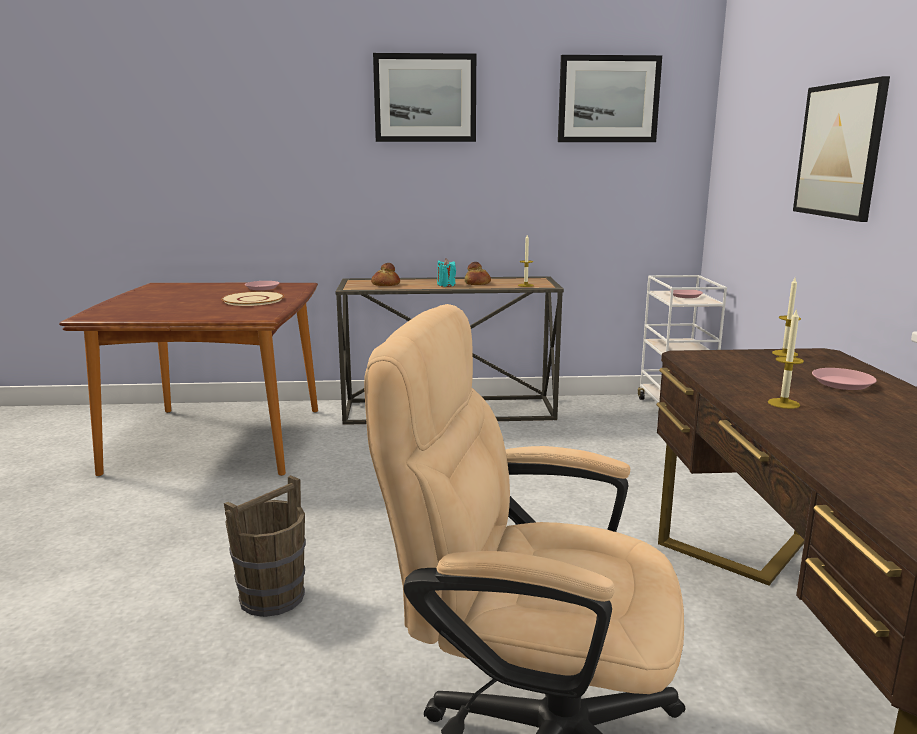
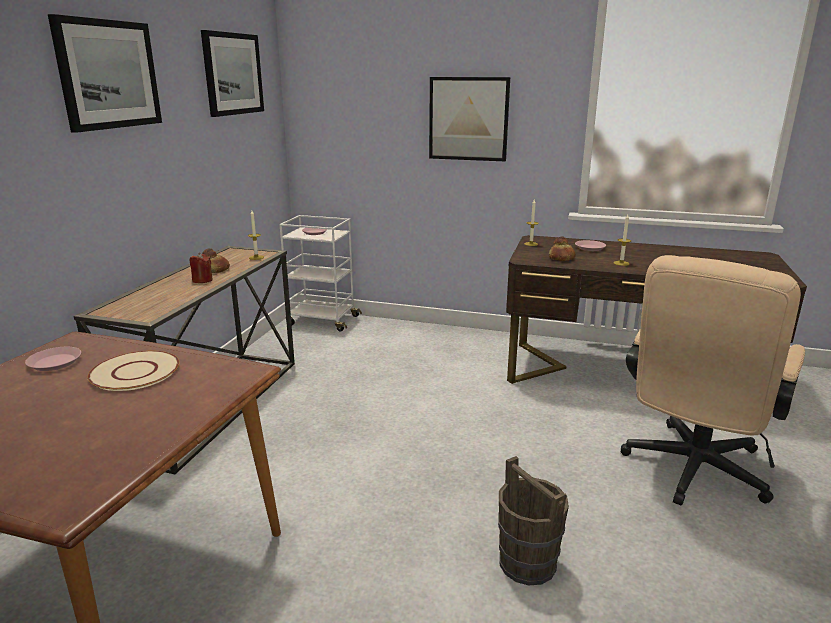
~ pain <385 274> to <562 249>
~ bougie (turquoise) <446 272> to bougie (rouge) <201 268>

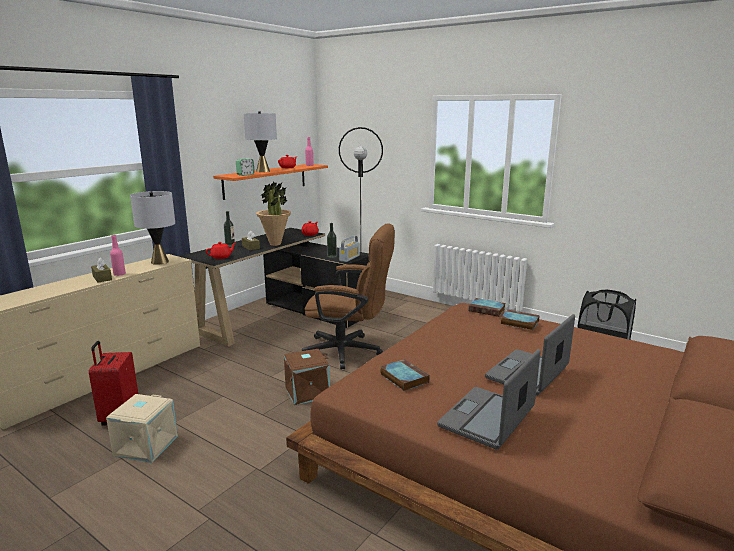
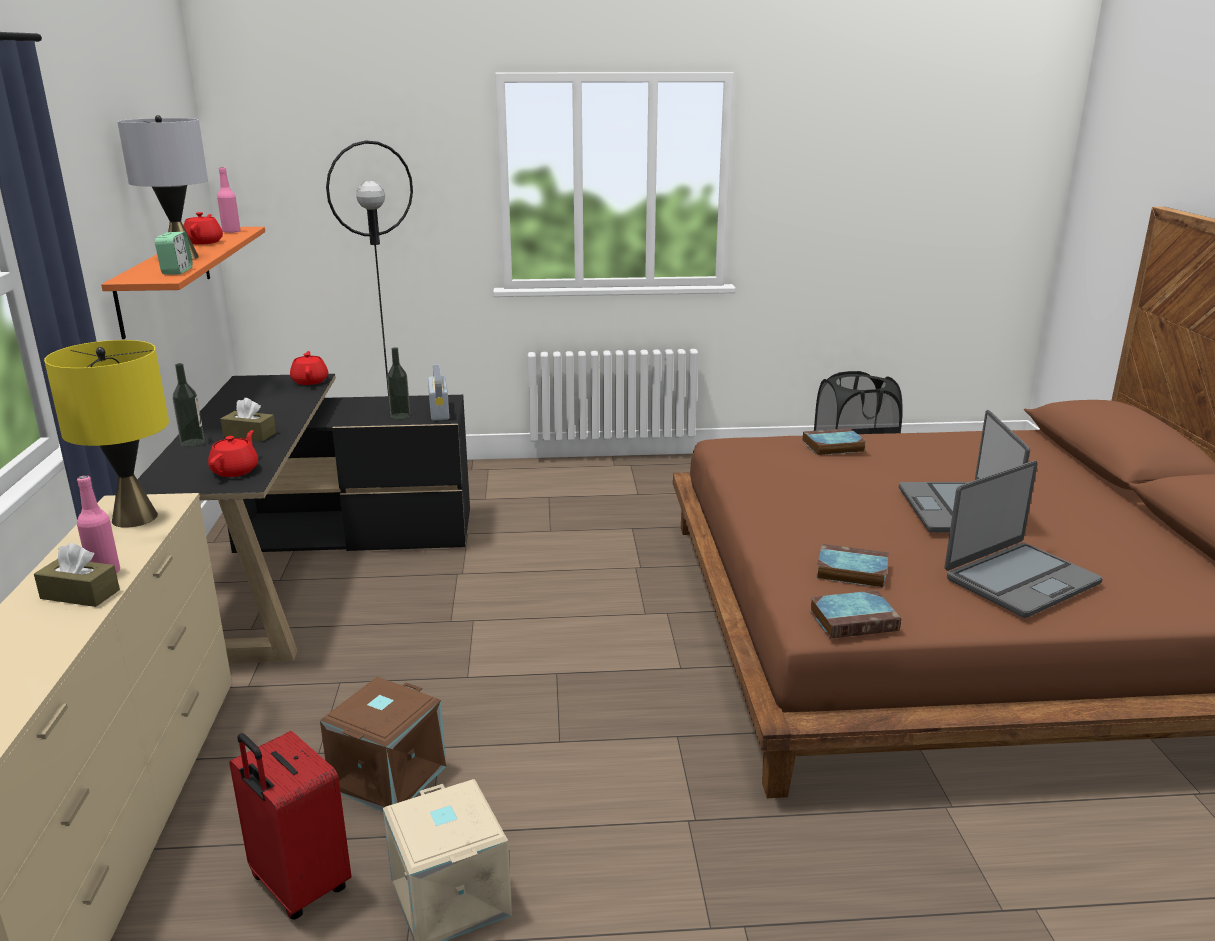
~ lampe de table (gris) <152 228> to lampe de table (jaune) <106 434>
- plante en pot <273 213>
~ boîte de rangement (marron) <307 377> to <383 744>
- chaise de bureau (marron) <348 296>
~ ordinateur portable <489 399> = <1024 539> 120 degrees counterclockwise
~ livre <487 307> to <855 614>

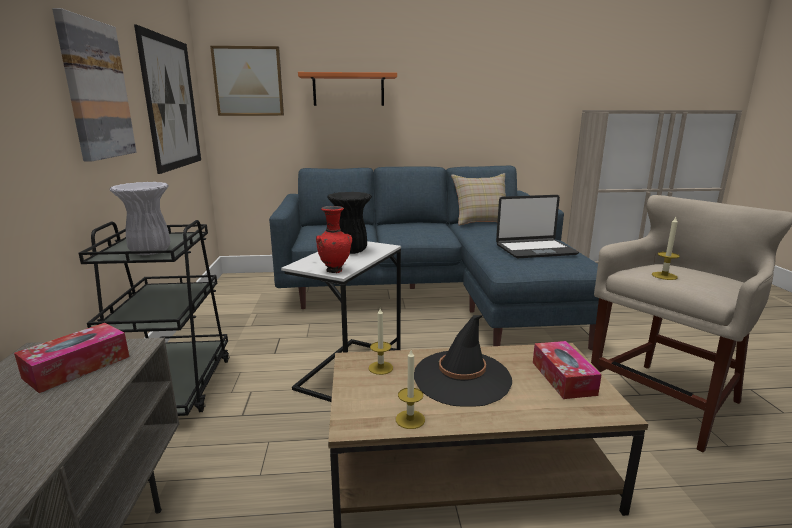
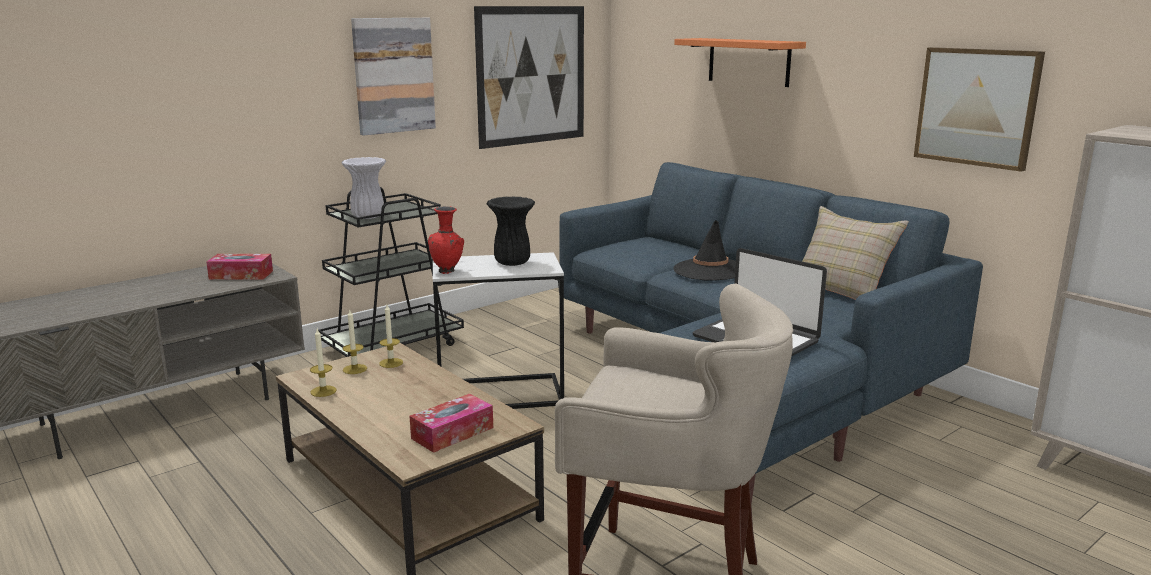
~ tableau <247 81> to <979 109>
~ chapeau (noir) <463 361> to <704 250>
~ bougie <666 248> to <355 342>

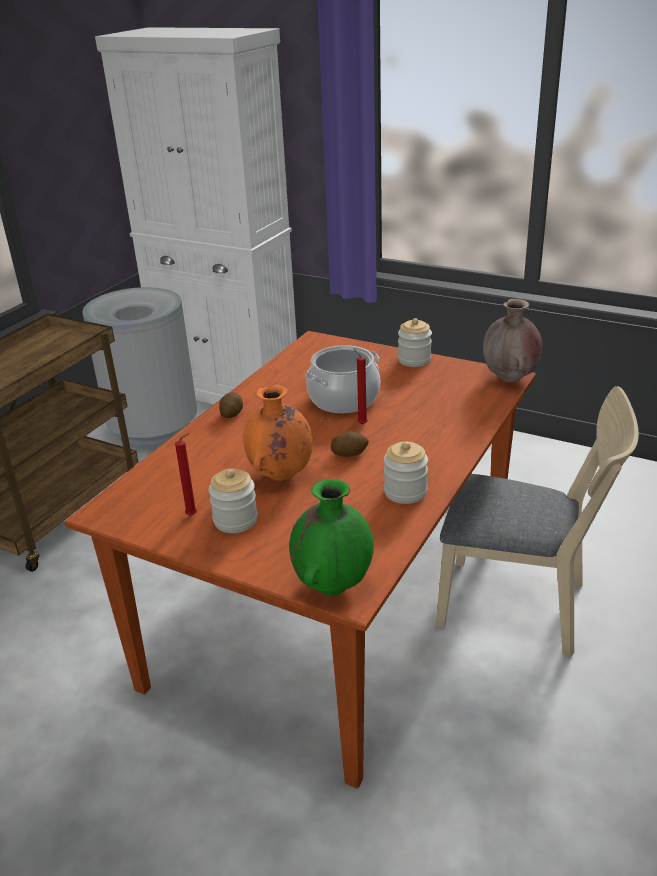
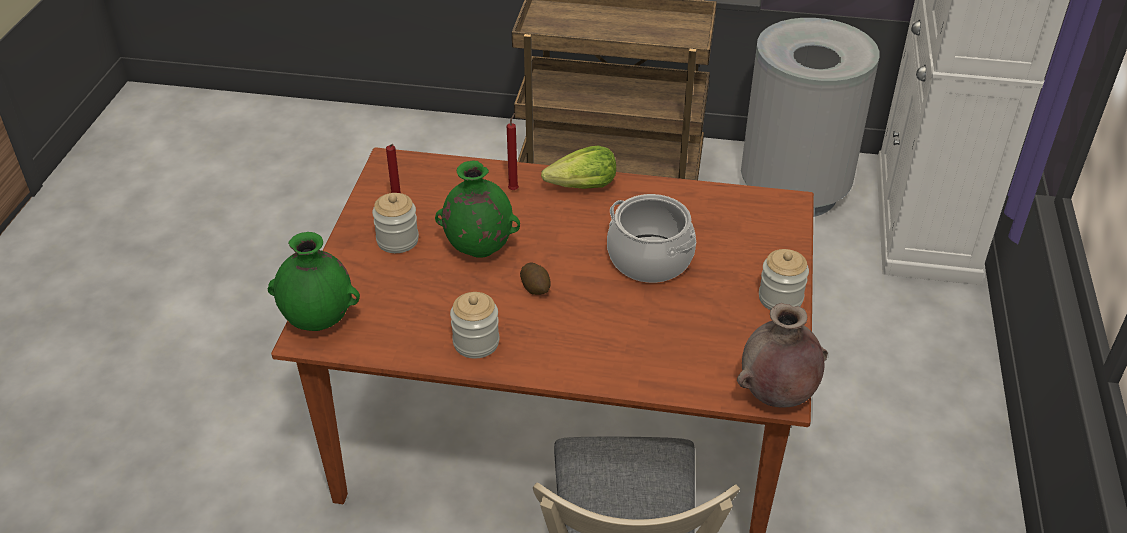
~ pomme de terre <231 405> to laitue <578 167>
~ vase (orange) <278 433> to vase (vert) <477 209>
~ bougie (rouge) <360 387> to <513 151>

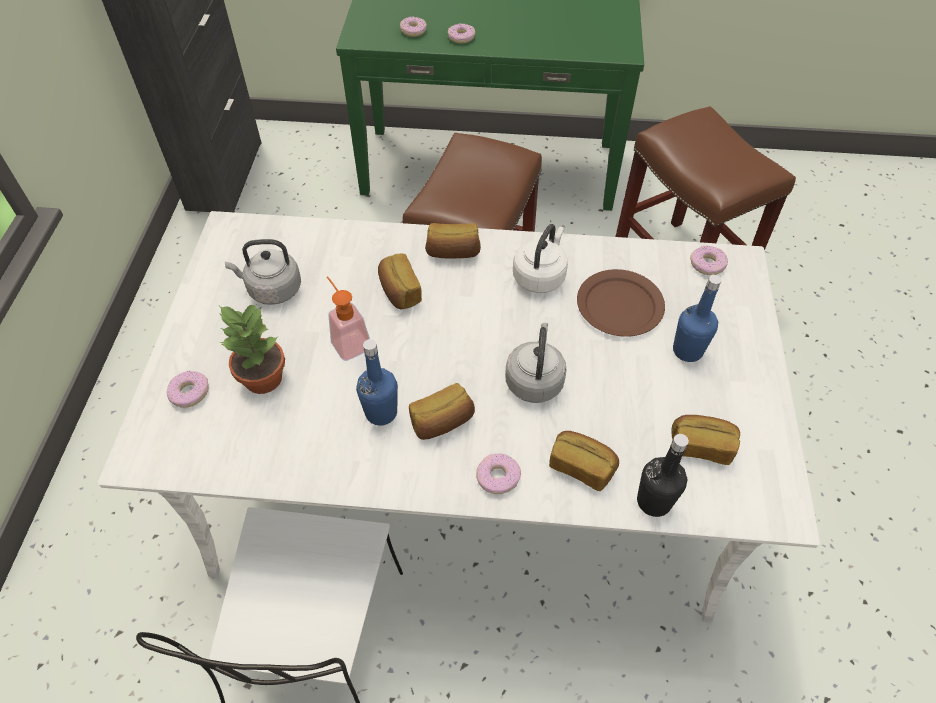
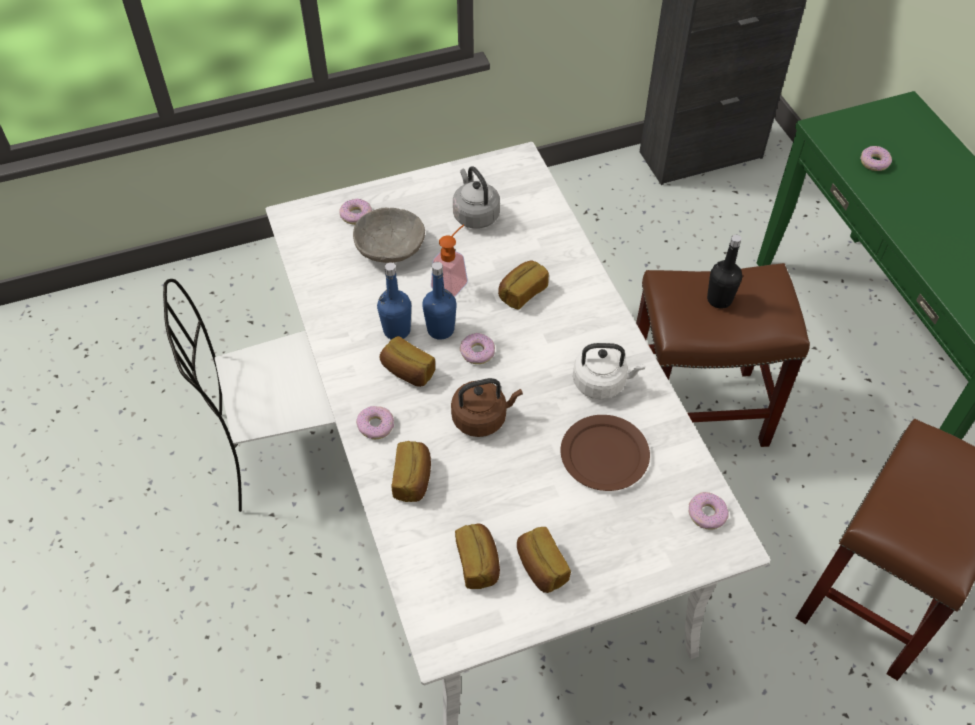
~ plante en pot <252 349> to bol (gris) <389 235>
~ pain <453 241> to <544 560>
~ beignet <461 33> to <477 348>
~ bouilloire (gris) <536 363> to bouilloire (marron) <487 407>
~ bouteille (noir) <663 475> to <724 272>
~ bouteille (bleu) <697 318> to <439 301>

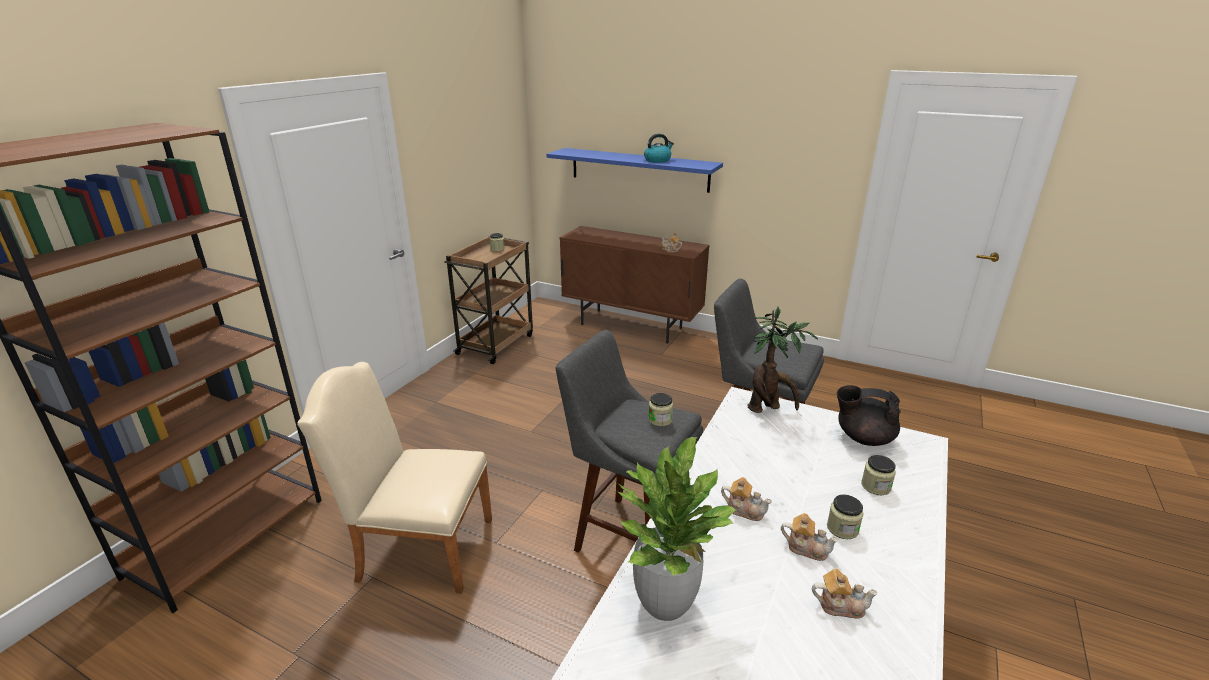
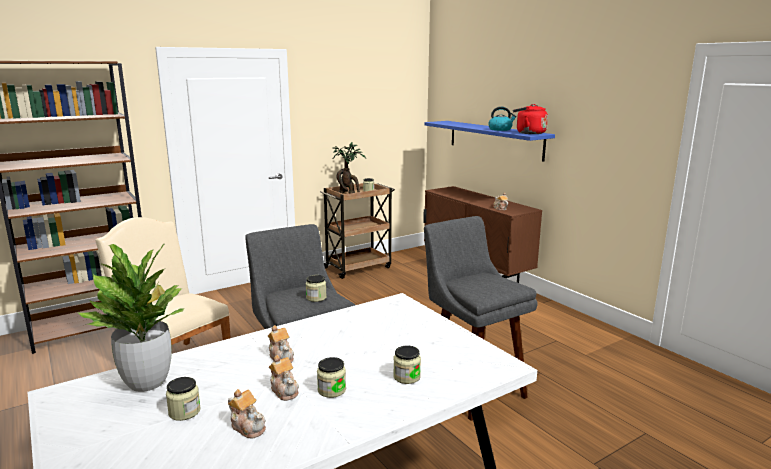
~ plante en pot <783 360> to <349 167>
- théière (noir) <869 415>
+ bocal <183 399>
+ bouilloire (rouge) <530 119>

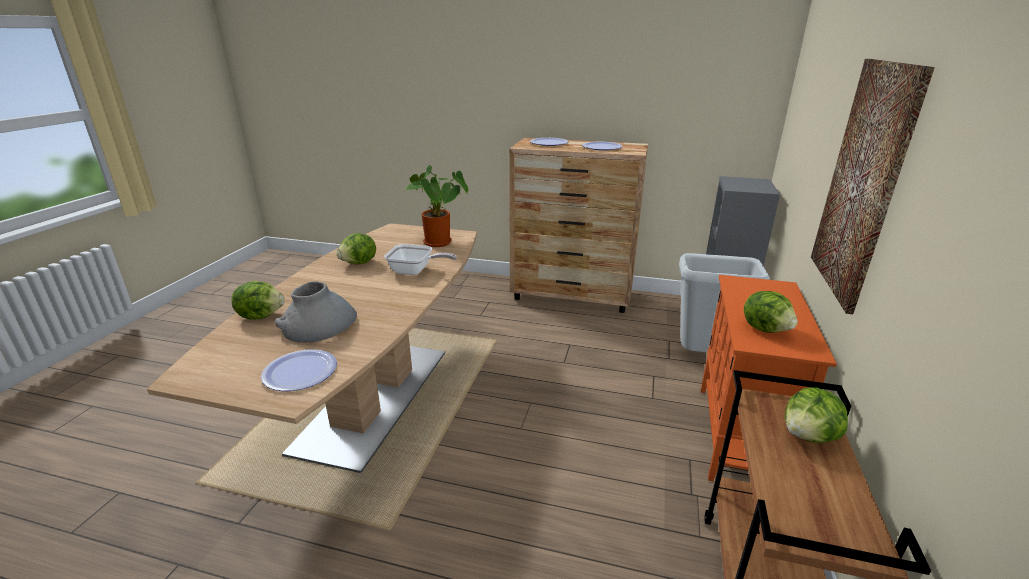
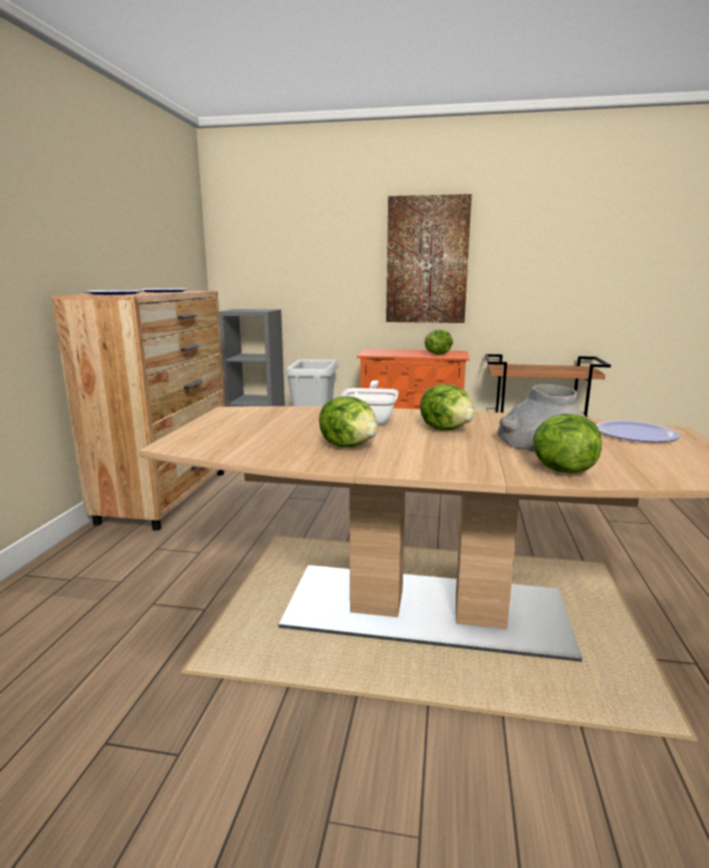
- plante en pot <437 206>
~ laitue <816 415> to <447 407>

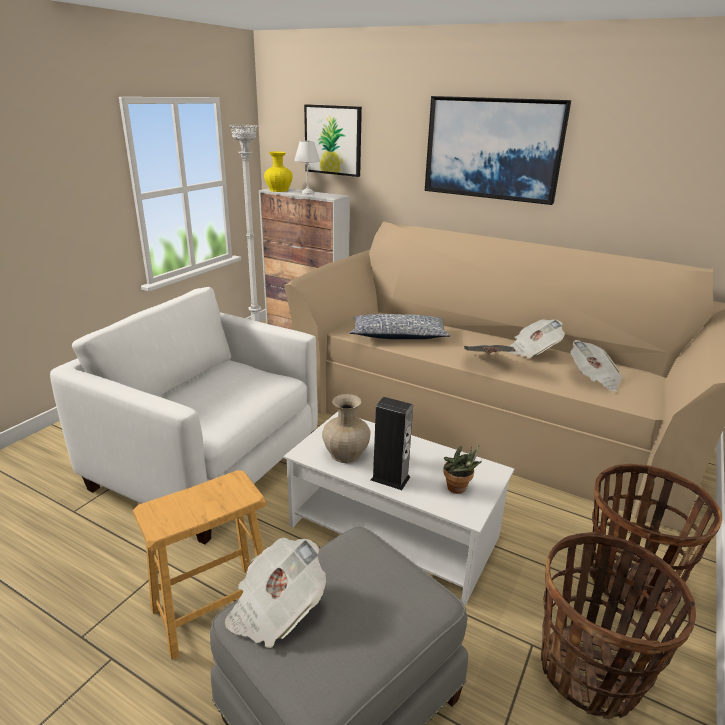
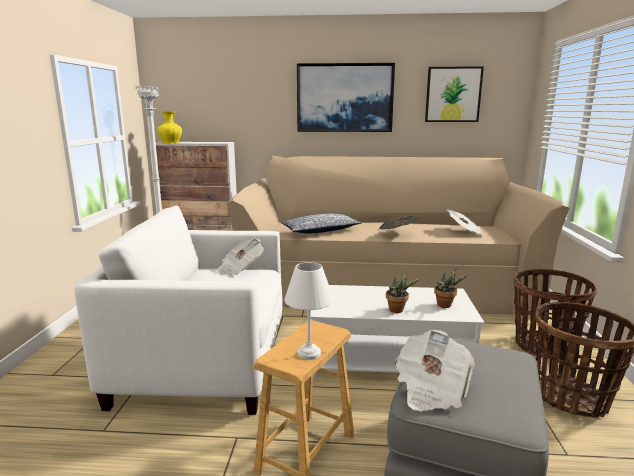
~ lampe de table (blanc) <307 168> to <308 311>
~ tableau <333 140> to <454 94>
- vase (beige) <346 428>
~ enceinte <392 443> to plante en pot <403 292>
~ journal <537 338> to <239 256>

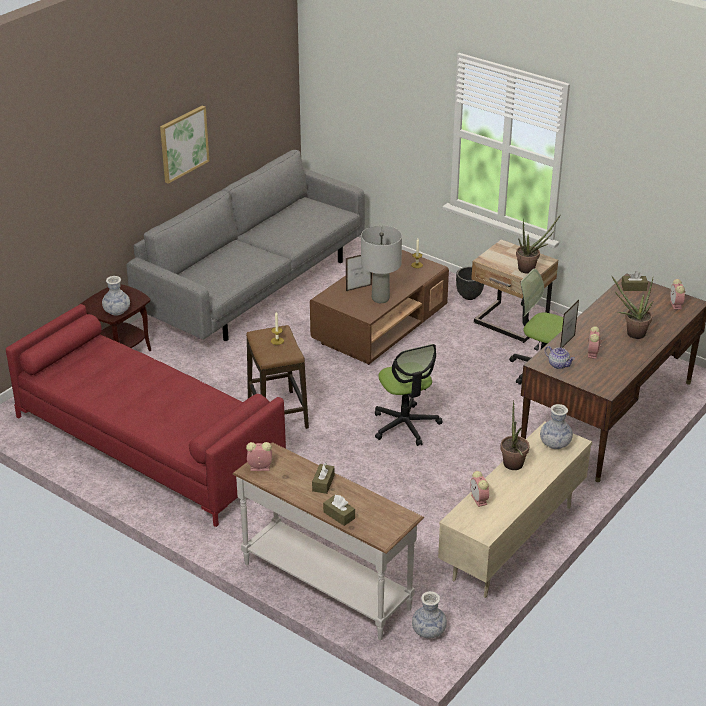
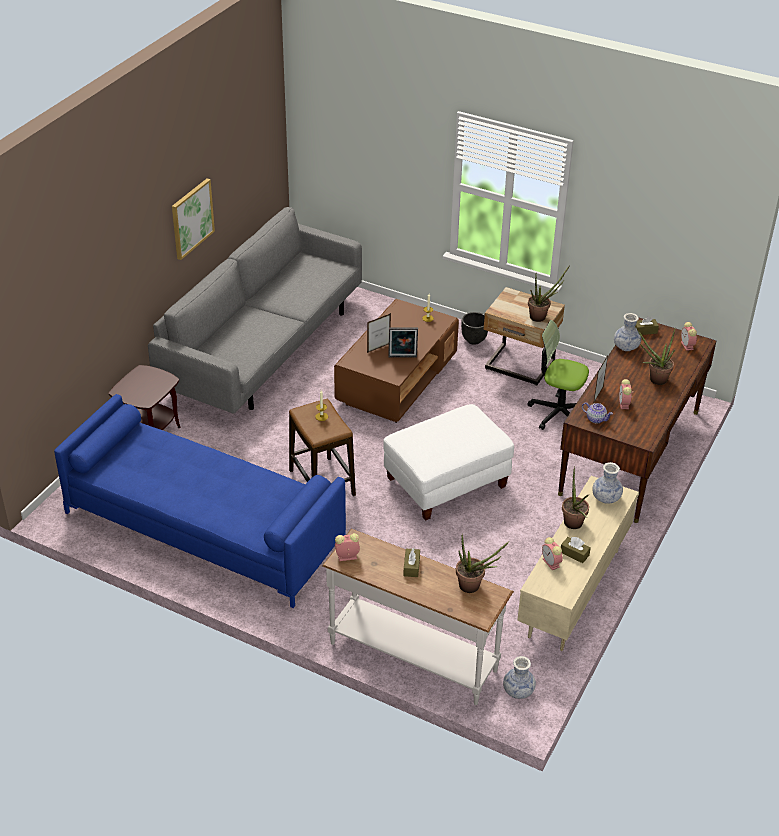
~ canapé (rouge) <146 415> to canapé (bleu) <200 501>
~ vase <116 295> to <627 332>
~ boîte à mouchoirs (marron) <339 510> to <576 550>
~ lampe de table (gris) <381 264> to cadre photo <403 342>
~ chaise de bureau <408 395> to pouf (blanc) <448 462>
+ plante en pot <482 563>

